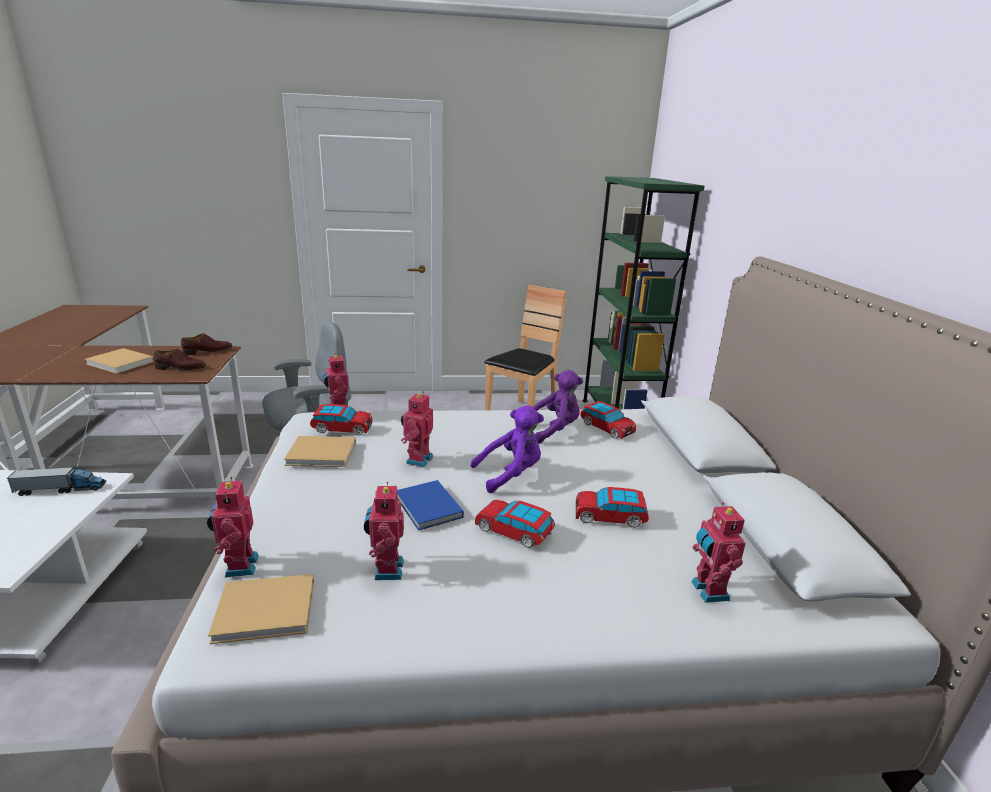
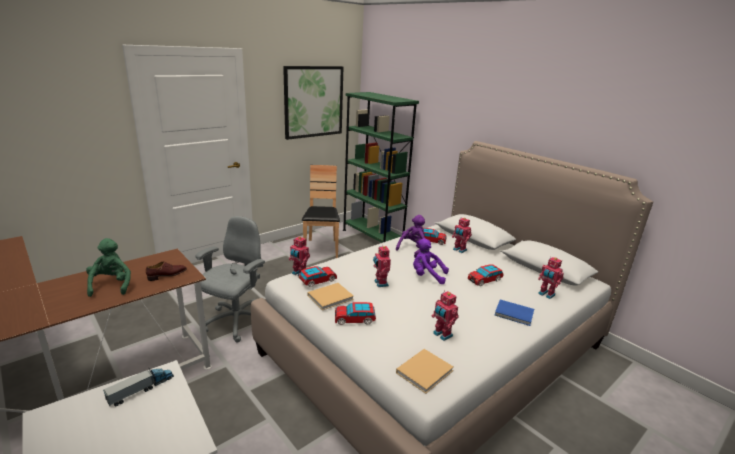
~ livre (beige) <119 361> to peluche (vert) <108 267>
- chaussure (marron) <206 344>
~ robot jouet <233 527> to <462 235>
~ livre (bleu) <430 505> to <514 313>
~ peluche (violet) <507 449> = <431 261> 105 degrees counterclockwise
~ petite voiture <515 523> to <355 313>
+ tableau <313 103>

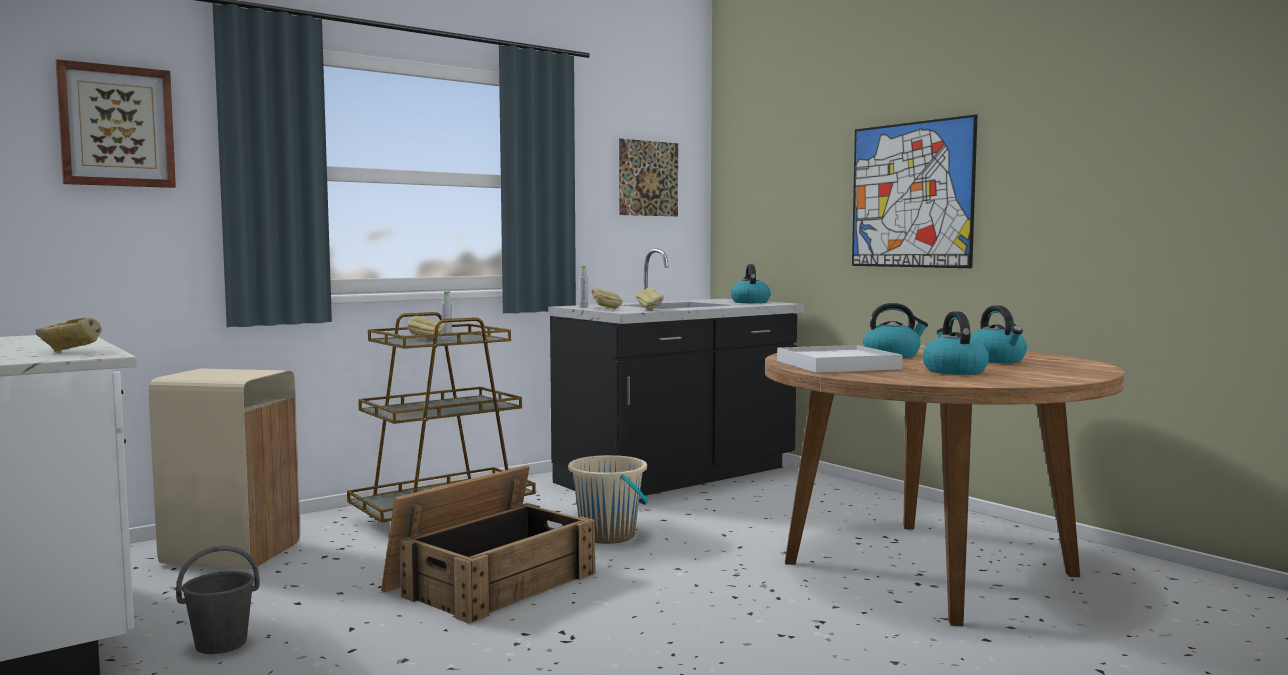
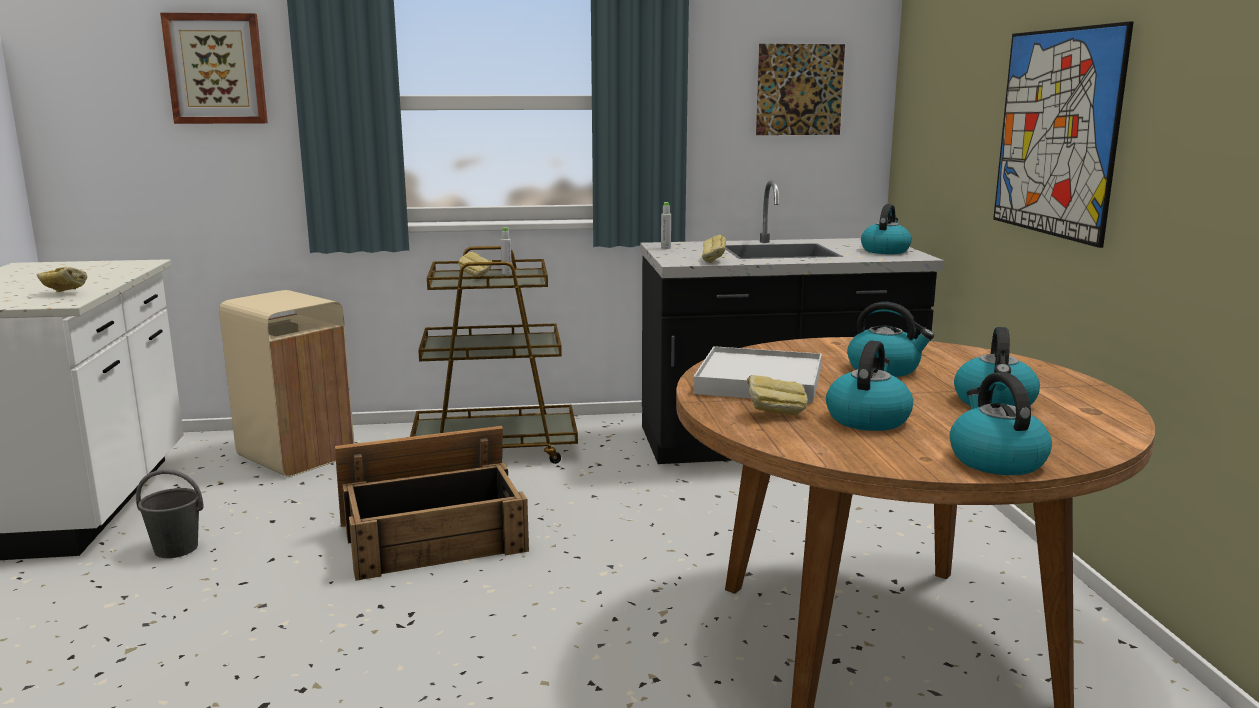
- seau (beige) <608 499>
~ pain <607 298> to <777 395>
+ bouilloire <1001 423>

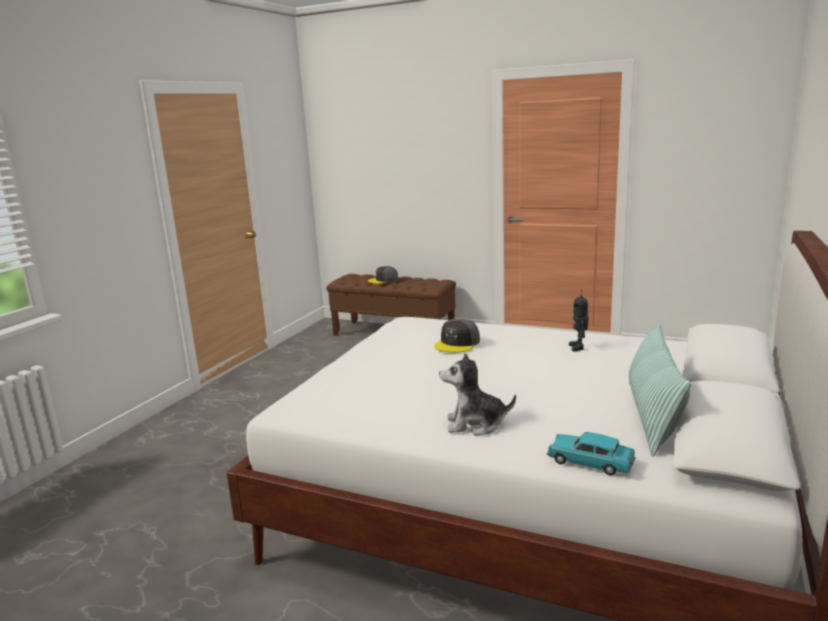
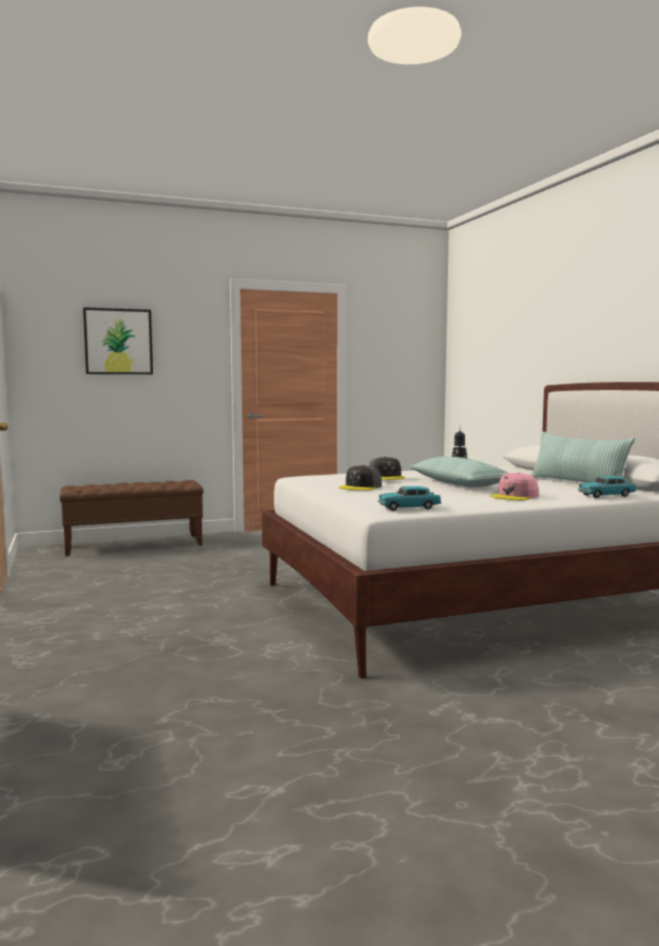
~ casquette (gris) <383 275> to <360 478>
~ peluche <477 394> to casquette (rose) <514 486>
+ tableau <118 340>
+ petite voiture (turquoise) <410 498>
+ coussin <458 471>

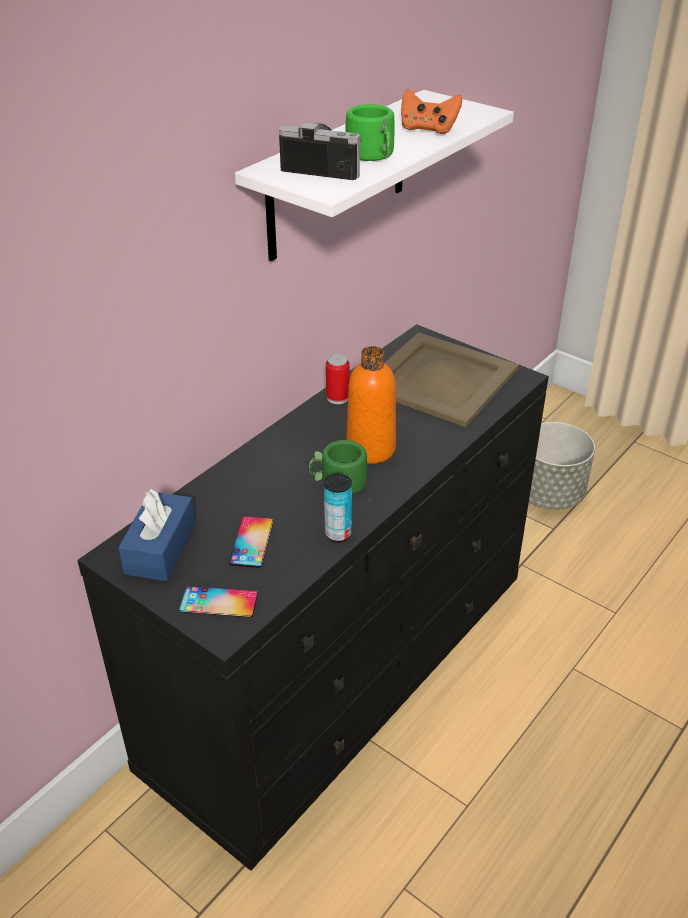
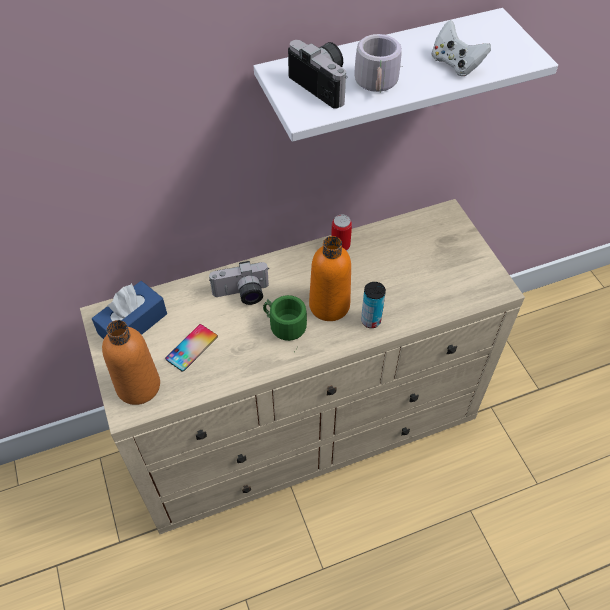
~ commode (noir) <313 597> to commode (beige) <302 366>
~ téléphone <218 602> to bouteille (orange) <131 362>
~ boîte métallique <338 508> to <373 305>
~ mug (vert) <370 132> to mug (gris) <378 63>
- plateau (beige) <452 379>
~ manette (orange) <431 111> to manette (blanc) <461 48>
- cache-pot (gris) <562 465>
+ appareil photo <239 283>

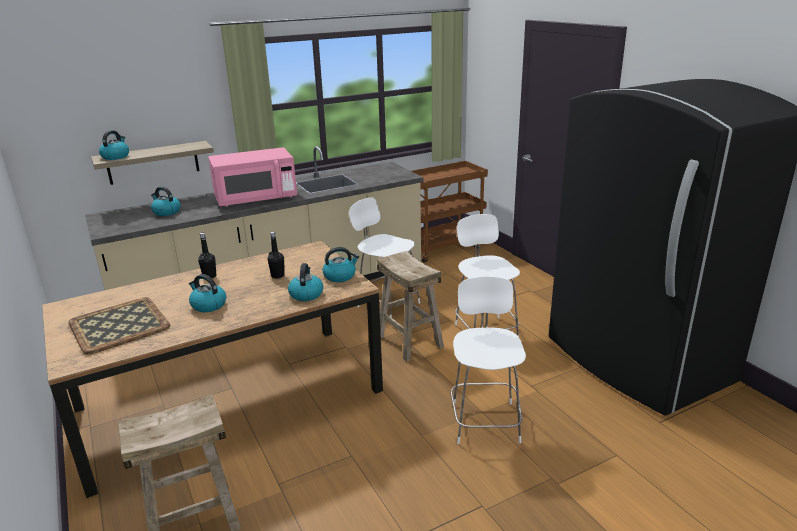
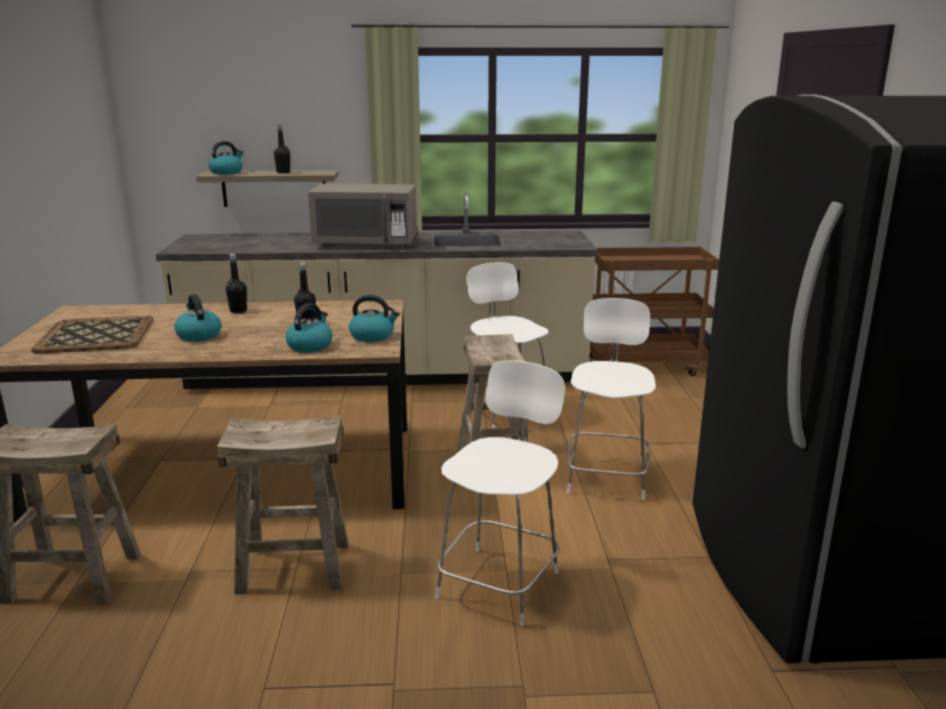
- bouilloire <166 201>
~ micro-ondes (rose) <252 177> to micro-ondes (gris) <363 215>
+ tabouret (beige) <283 505>
+ bouteille (noir) <282 149>

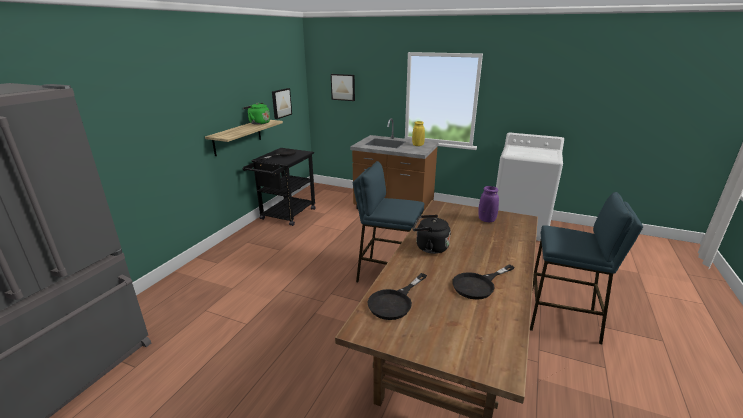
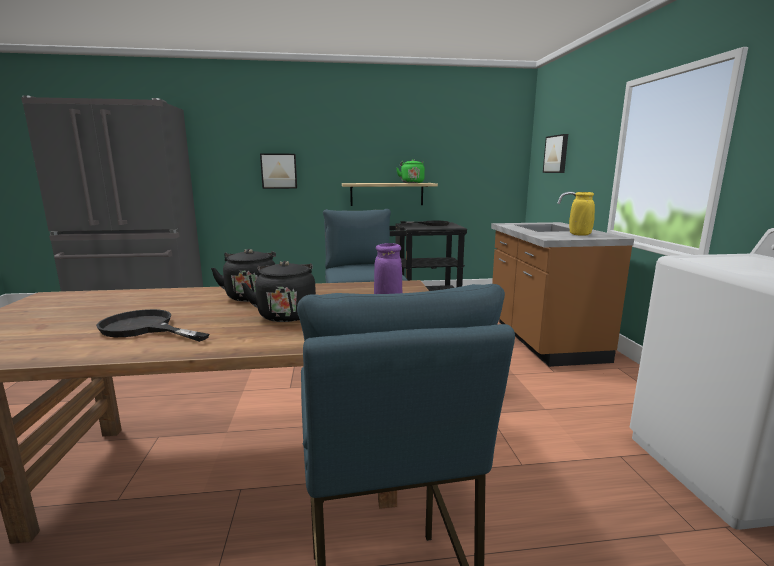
~ tableau <282 103> to <278 171>
- poêle (noir) <397 296>
+ bouilloire (noir) <278 291>

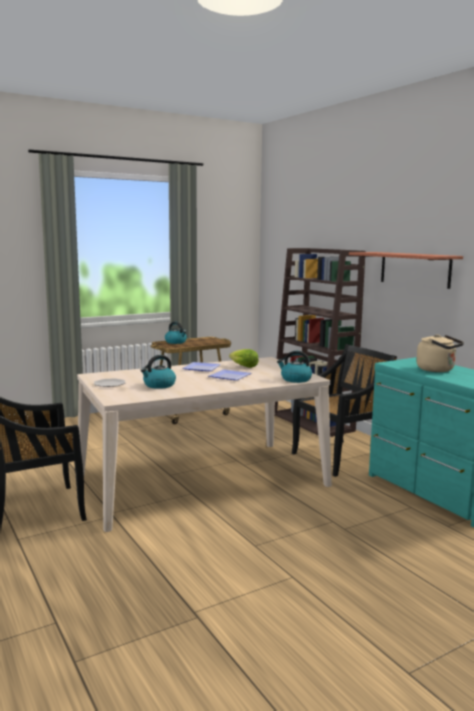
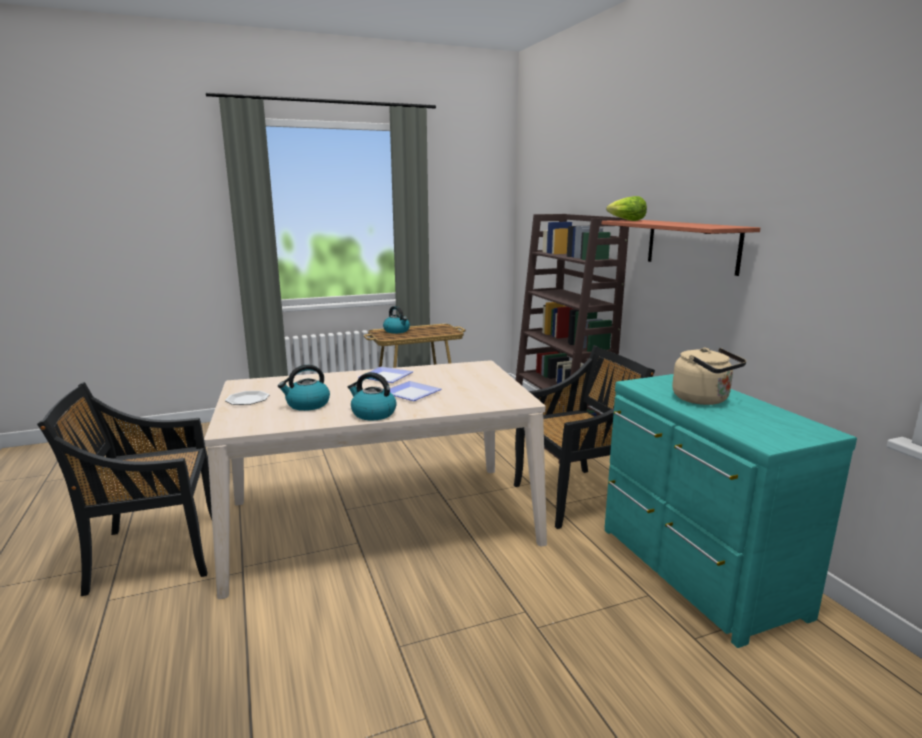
~ laitue <243 358> to <626 208>
~ bouilloire <294 367> to <372 396>

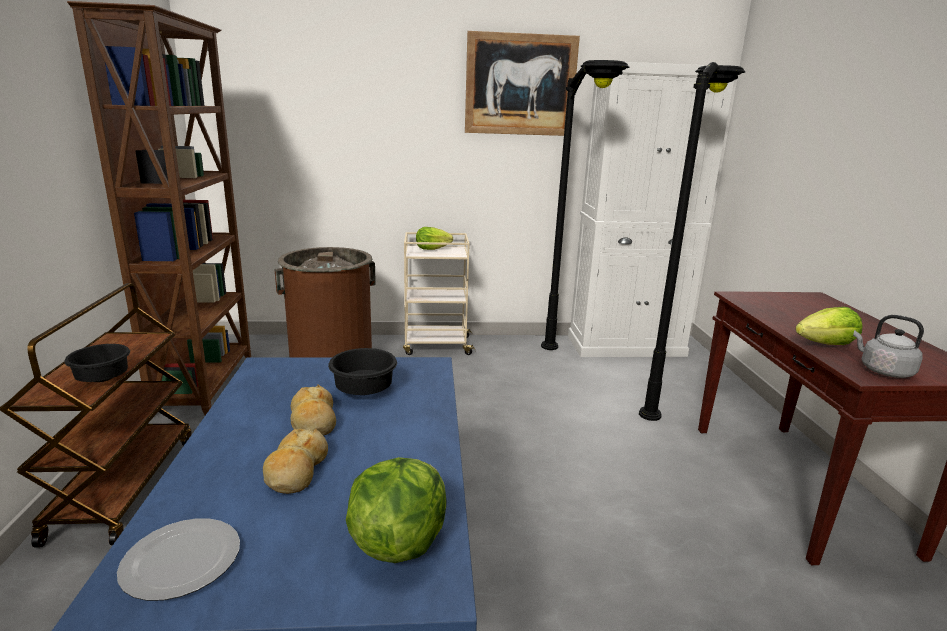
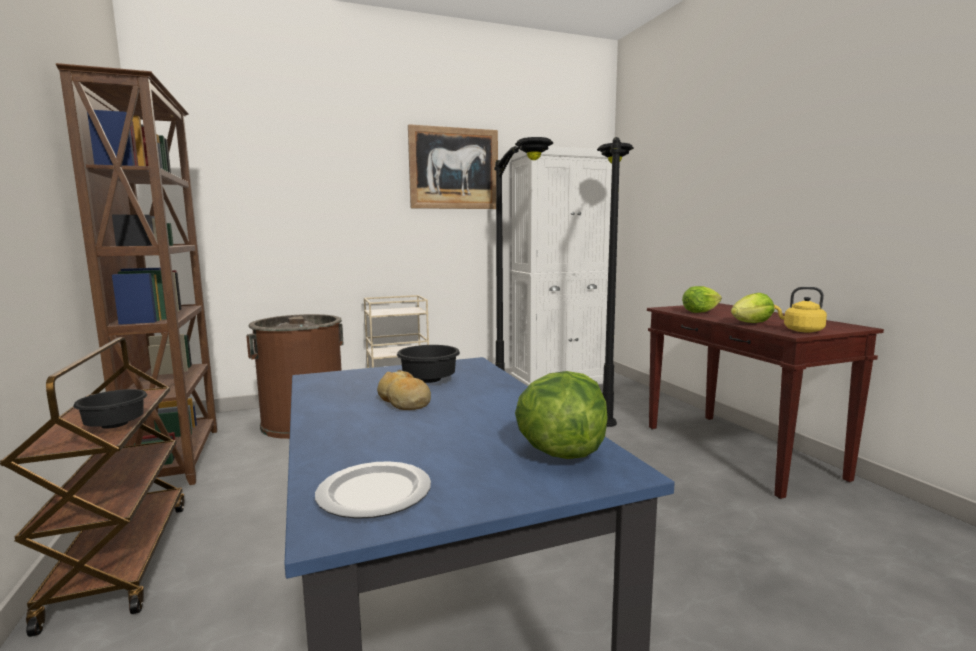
- pain <295 461>
~ laitue <434 238> to <702 299>
~ bouilloire (gris) <888 346> to bouilloire (jaune) <800 310>

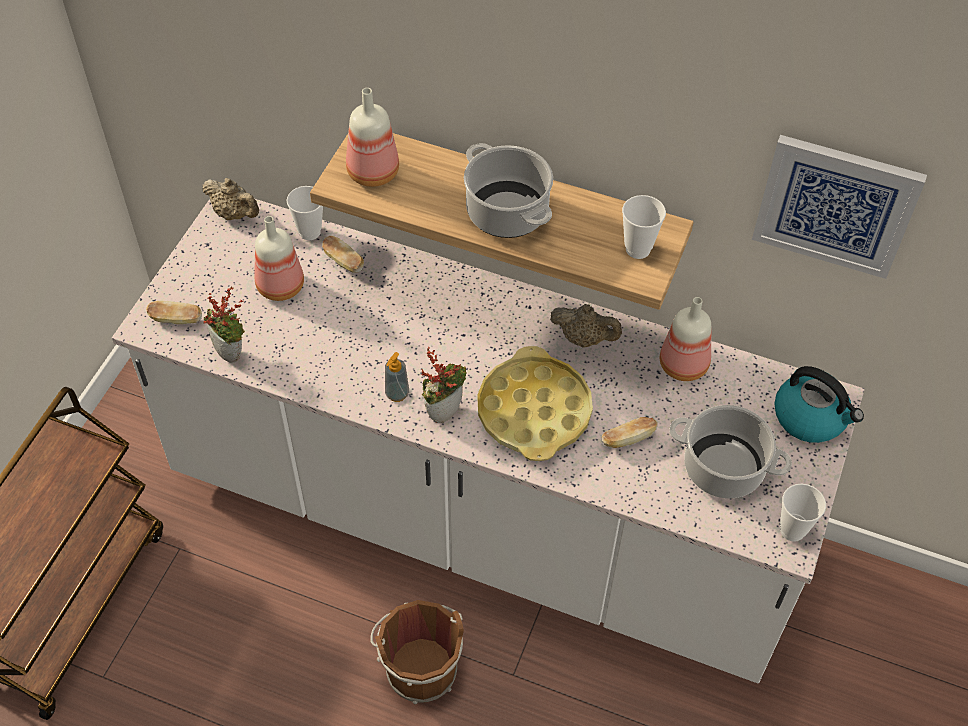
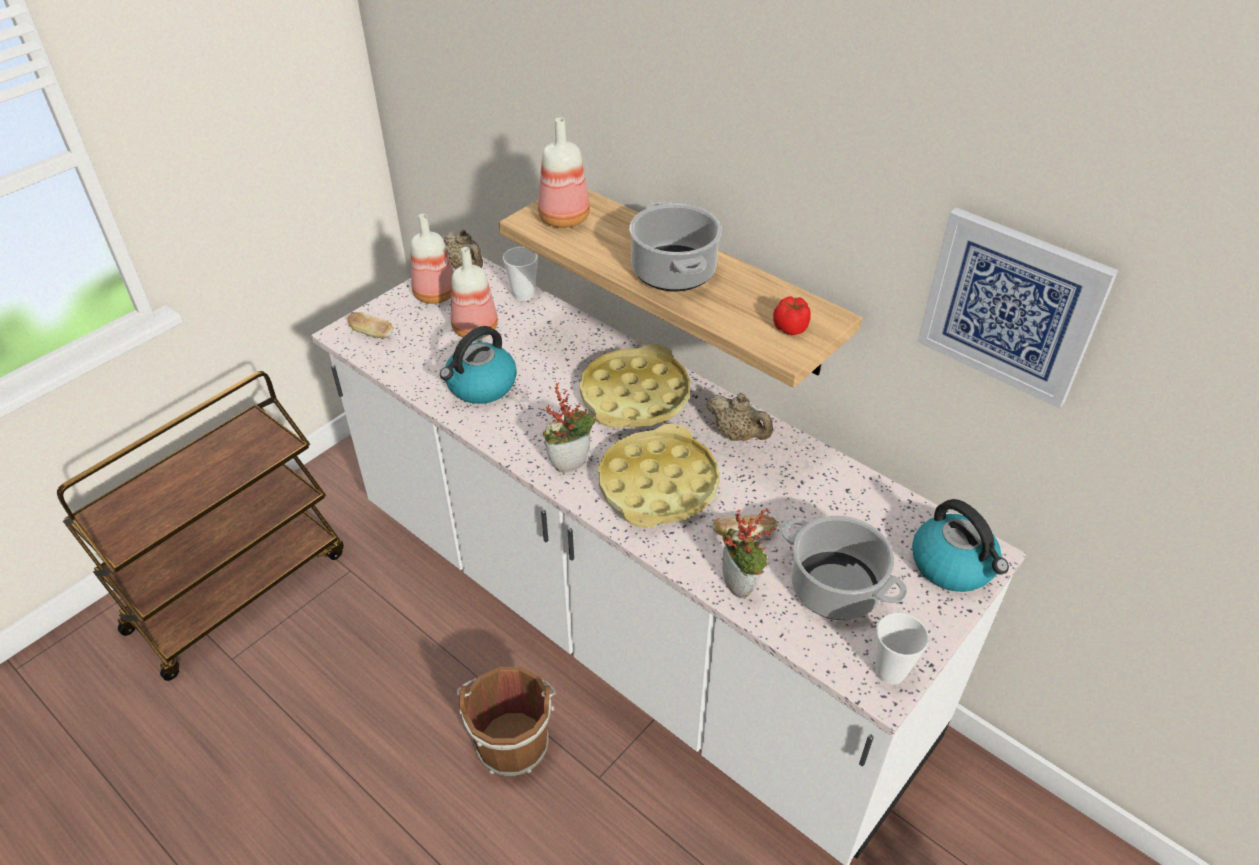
~ plante en pot <224 324> to <749 553>
- pain <343 254>
- distributeur de savon <397 377>
~ tasse <644 227> to tomate <792 315>
~ bouteille <685 339> to <432 259>
+ bouilloire <478 365>
+ plateau (jaune) <635 386>

